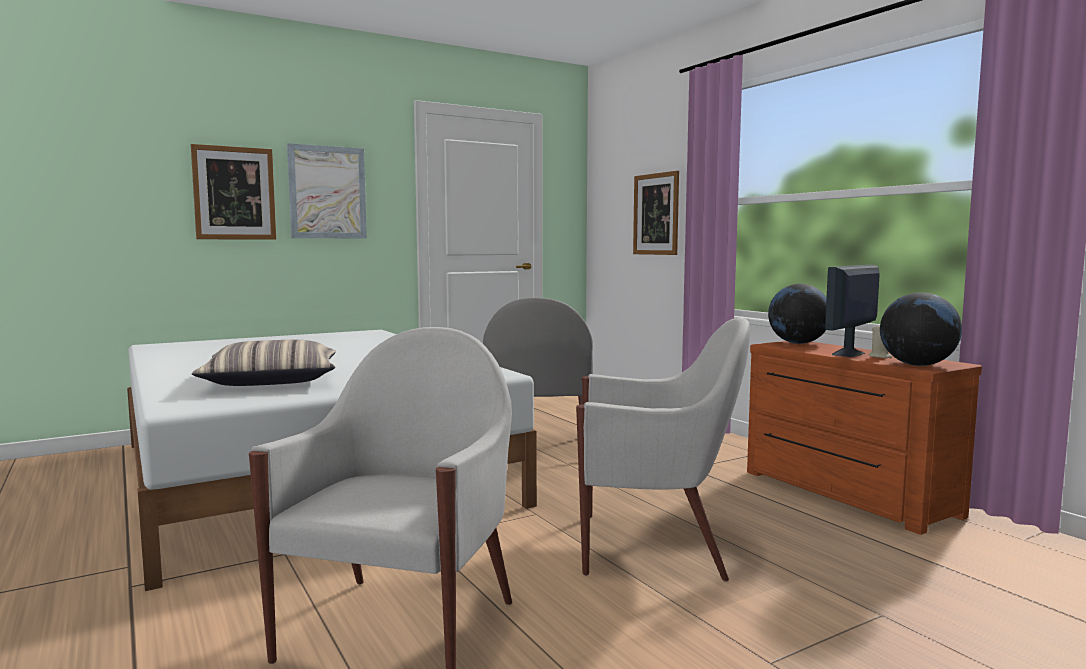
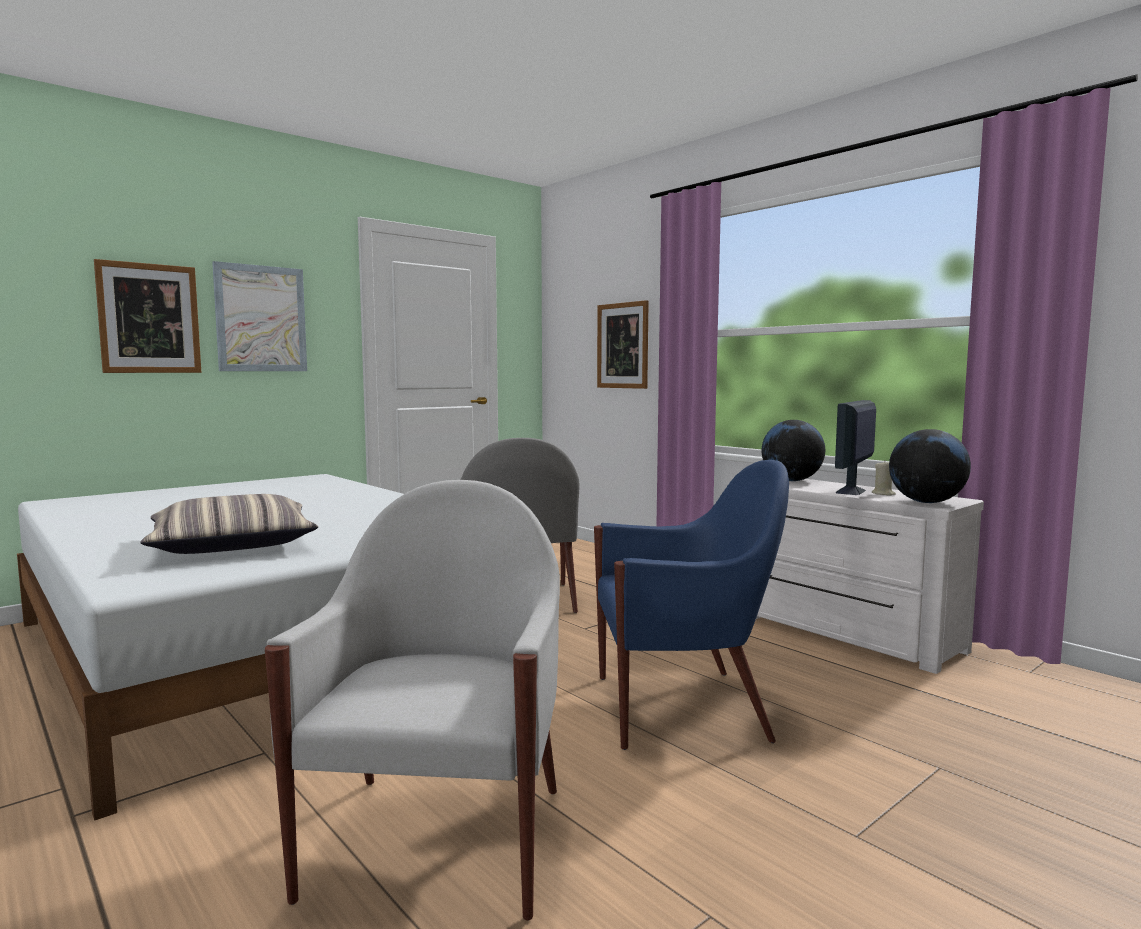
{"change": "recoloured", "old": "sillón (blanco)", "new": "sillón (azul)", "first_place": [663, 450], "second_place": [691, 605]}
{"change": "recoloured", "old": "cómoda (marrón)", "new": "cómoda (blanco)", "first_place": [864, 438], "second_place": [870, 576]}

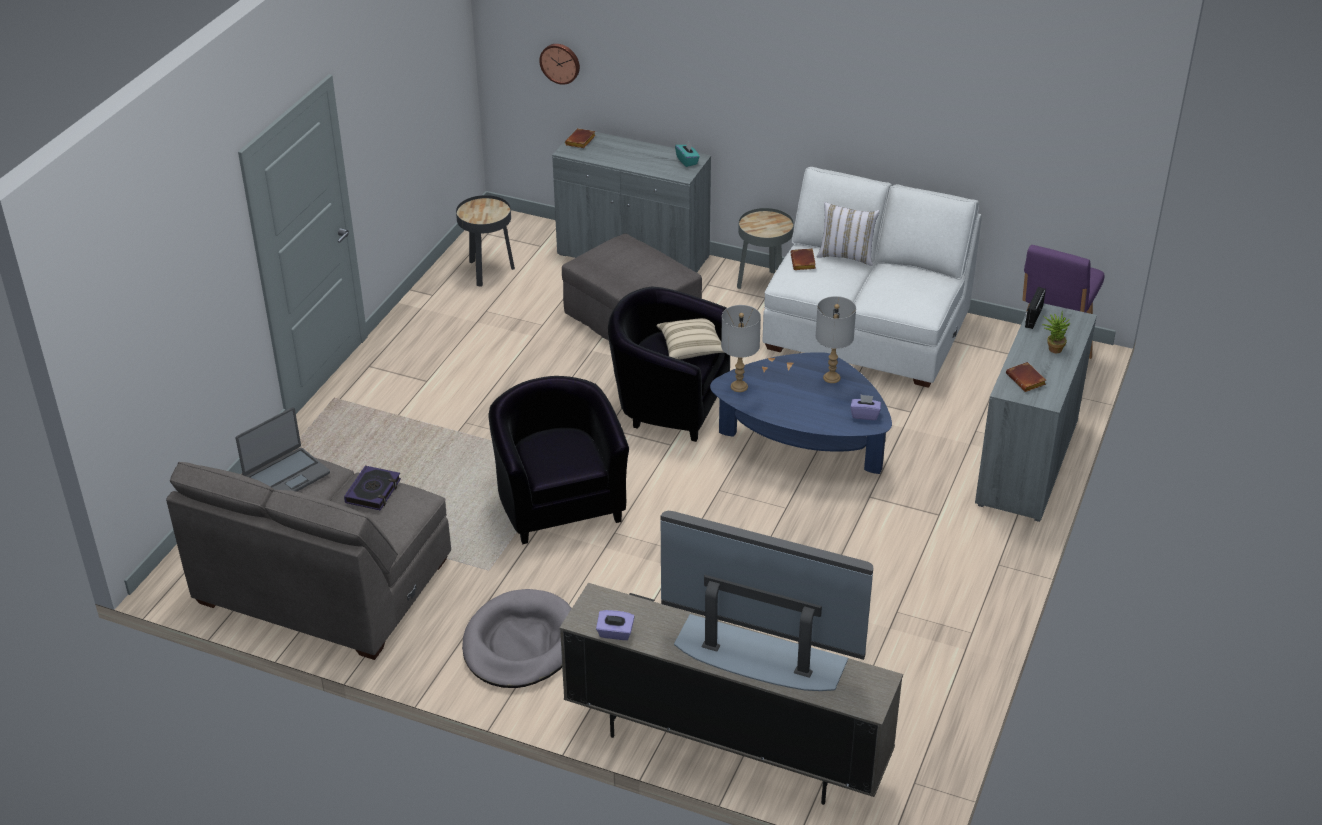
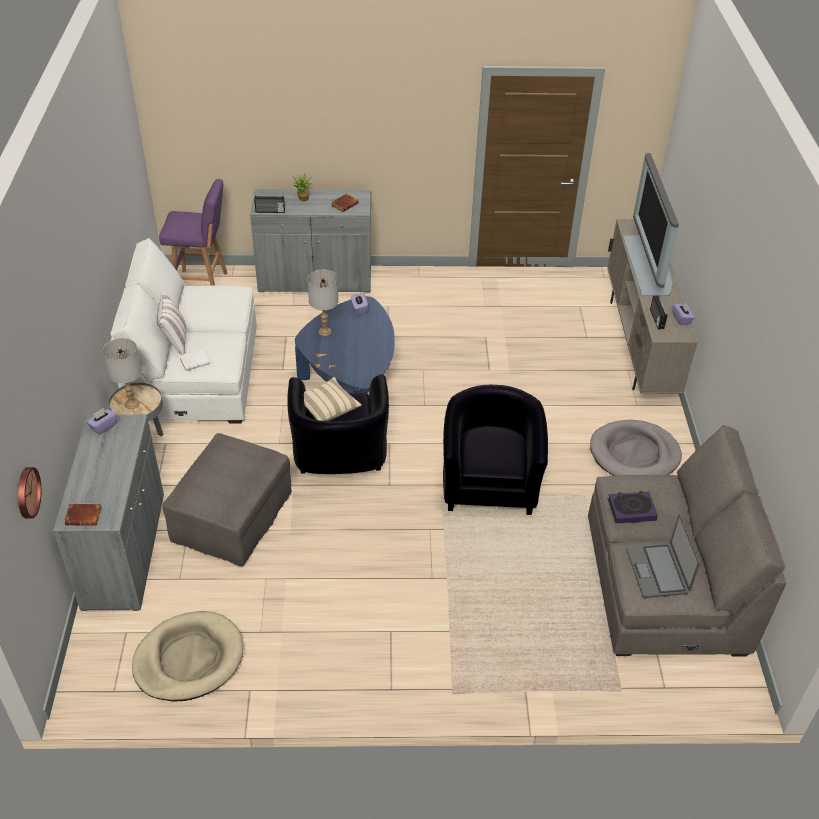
{"change": "turned", "old": "portátil", "first_place": [283, 449], "second_place": [663, 556], "degrees": -120}
{"change": "replaced", "old": "mesa auxiliar (negro)", "new": "cama para perro (beis)", "first_place": [485, 241], "second_place": [187, 656]}
{"change": "turned", "old": "sillón (negro)", "first_place": [559, 460], "second_place": [495, 450], "degrees": 135}
{"change": "recoloured", "old": "caja de pañuelos (turquesa)", "new": "caja de pañuelos (morado)", "first_place": [687, 154], "second_place": [102, 421]}
{"change": "moved", "old": "lámpara de mesa (gris)", "first_place": [741, 348], "second_place": [122, 373]}
{"change": "recoloured", "old": "libro (marrón)", "new": "libro (blanco)", "first_place": [803, 259], "second_place": [195, 360]}
{"change": "added", "new": "radio", "second_place": [659, 313]}

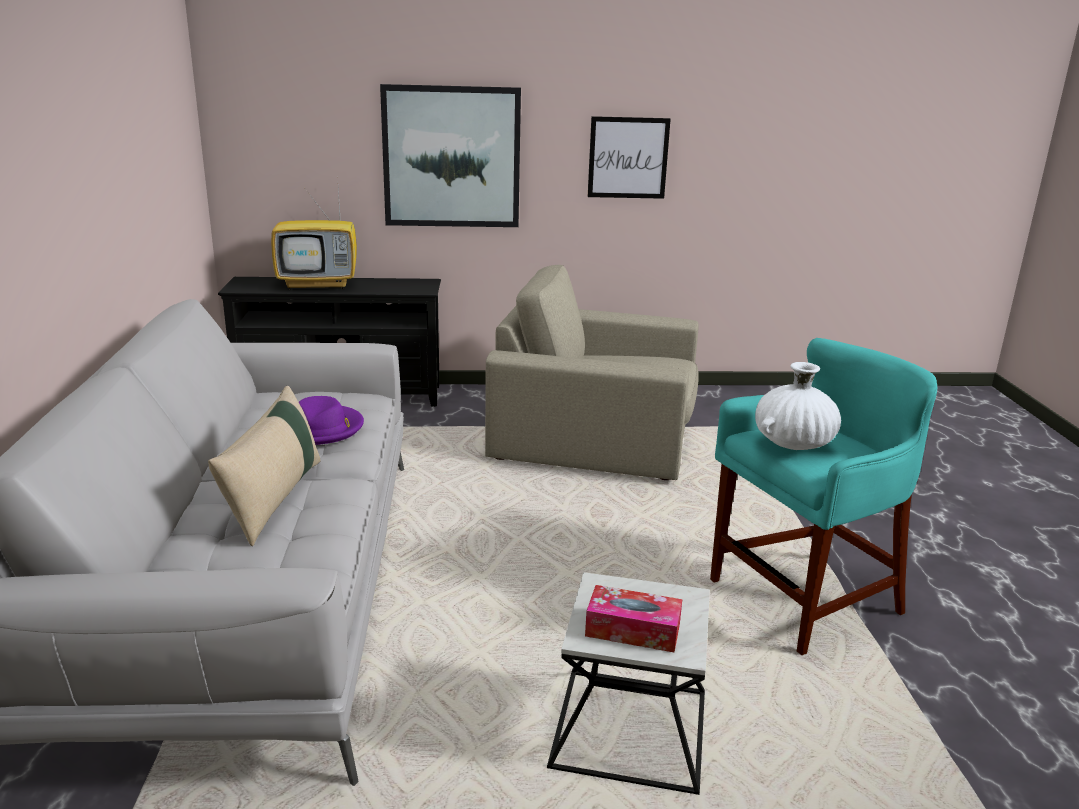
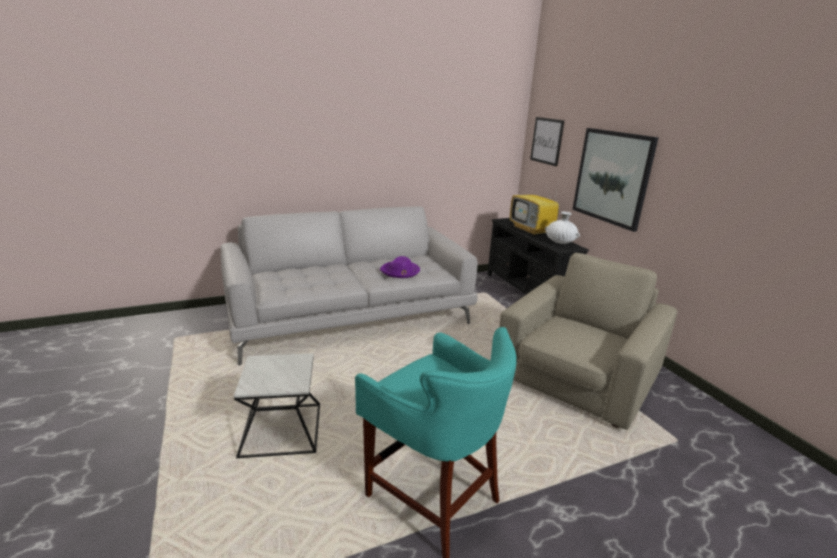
{"change": "removed", "old": "cojín (beis)", "first_place": [264, 466]}
{"change": "turned", "old": "sillón (beis)", "first_place": [592, 372], "second_place": [588, 341], "degrees": 45}
{"change": "removed", "old": "caja de pañuelos", "first_place": [633, 618]}
{"change": "moved", "old": "cuadro", "first_place": [629, 157], "second_place": [547, 141]}
{"change": "moved", "old": "florero (blanco)", "first_place": [798, 406], "second_place": [562, 228]}

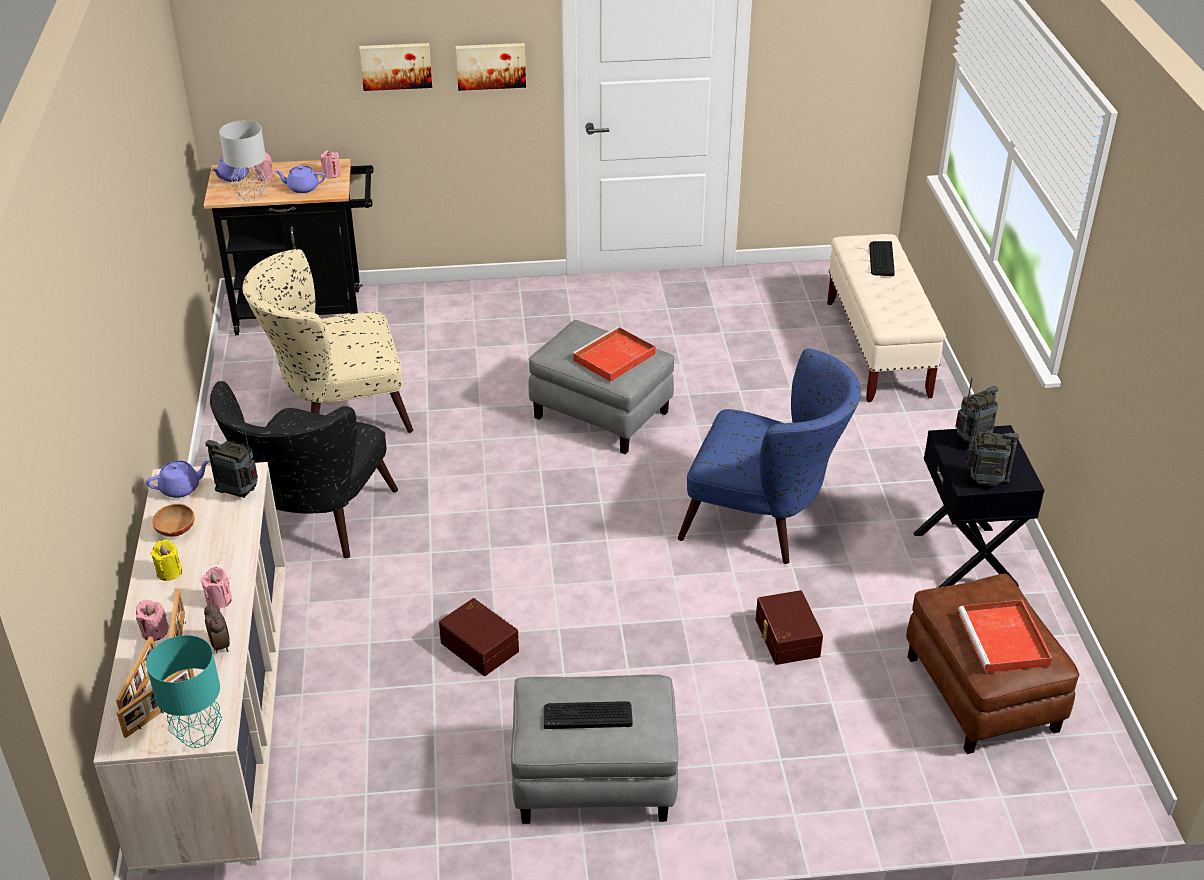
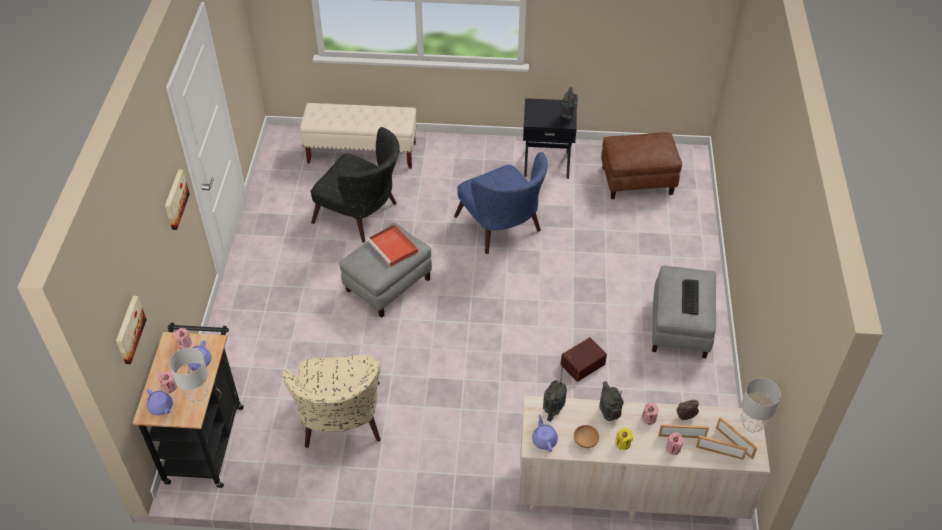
{"change": "recoloured", "old": "lámpara de mesa (turquesa)", "new": "lámpara de mesa (gris)", "first_place": [184, 691], "second_place": [760, 405]}
{"change": "moved", "old": "sillón (negro)", "first_place": [304, 469], "second_place": [355, 185]}
{"change": "moved", "old": "cuadro", "first_place": [395, 67], "second_place": [131, 330]}
{"change": "turned", "old": "sillón (azul)", "first_place": [769, 456], "second_place": [501, 203], "degrees": 120}
{"change": "removed", "old": "caja de almacenaje (marrón)", "first_place": [789, 627]}
{"change": "removed", "old": "teclado", "first_place": [882, 258]}
{"change": "moved", "old": "radio", "first_place": [976, 412], "second_place": [611, 401]}
{"change": "removed", "old": "bandeja (rojo)", "first_place": [1005, 636]}

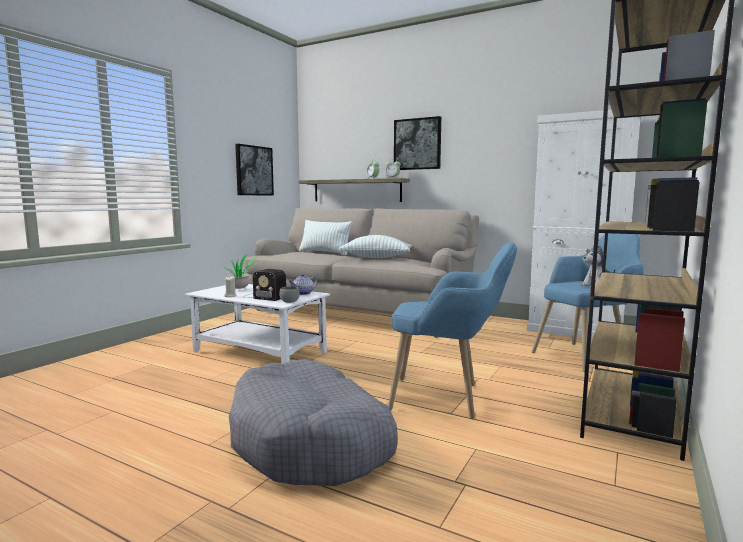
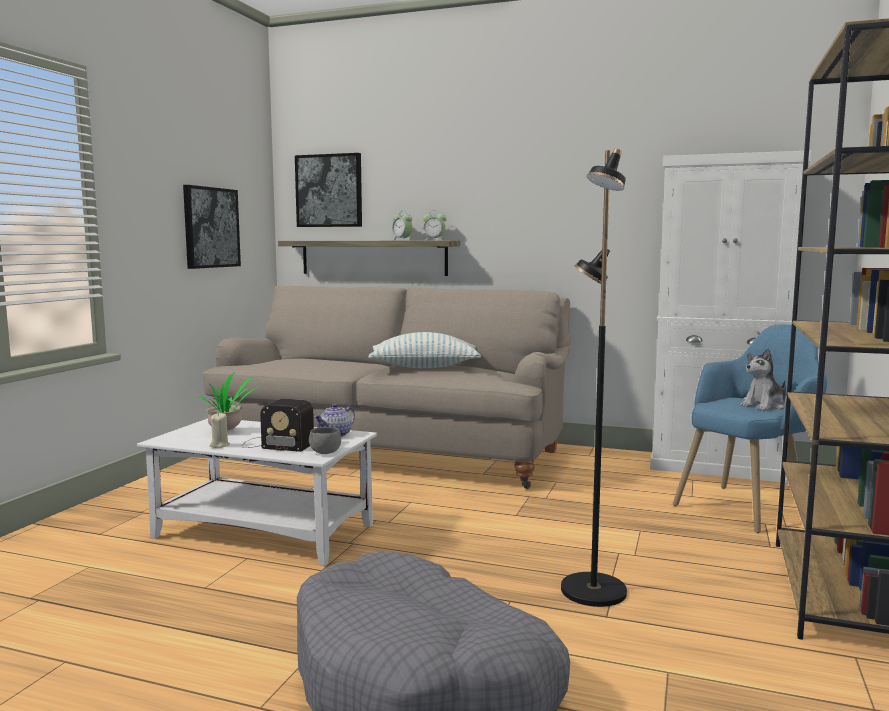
{"change": "removed", "old": "cojín", "first_place": [326, 237]}
{"change": "replaced", "old": "sillón (azul)", "new": "lámpara de pie (negro)", "first_place": [452, 330], "second_place": [594, 377]}
{"change": "moved", "old": "cuadro", "first_place": [417, 143], "second_place": [328, 190]}

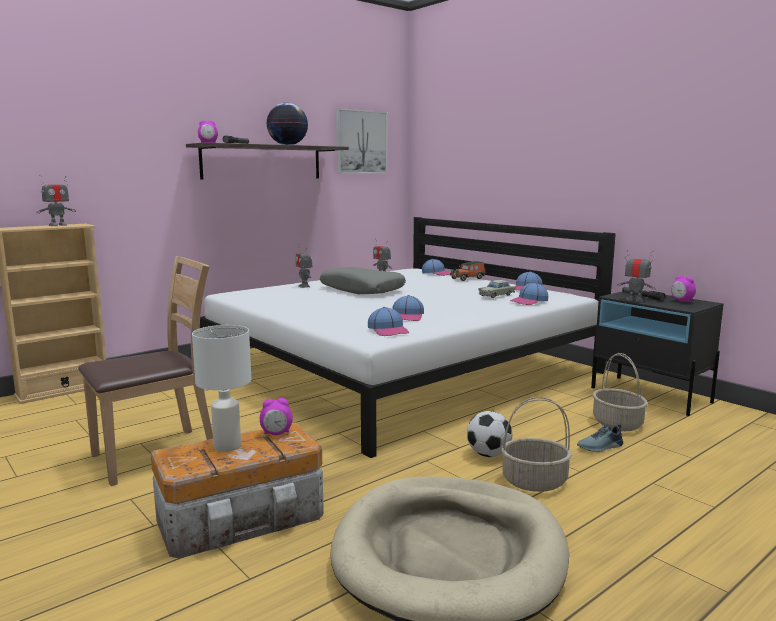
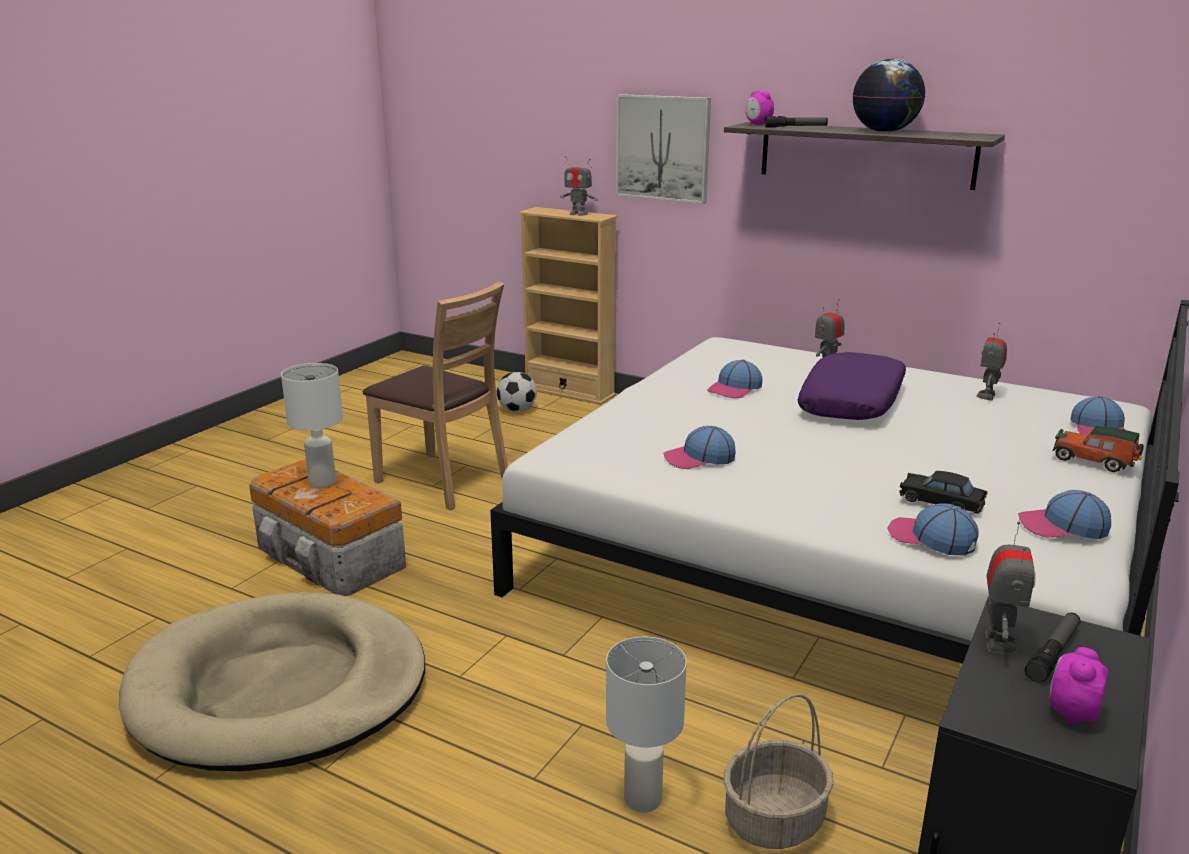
{"change": "removed", "old": "despertador", "first_place": [276, 416]}
{"change": "recoloured", "old": "cojín (gris)", "new": "cojín (morado)", "first_place": [363, 280], "second_place": [852, 386]}
{"change": "moved", "old": "cuadro", "first_place": [362, 141], "second_place": [663, 149]}
{"change": "moved", "old": "gorra", "first_place": [388, 321], "second_place": [735, 379]}
{"change": "moved", "old": "balón de fútbol", "first_place": [489, 434], "second_place": [517, 392]}
{"change": "recoloured", "old": "coche de juguete (beis)", "new": "coche de juguete (negro)", "first_place": [496, 289], "second_place": [943, 492]}
{"change": "removed", "old": "cesta", "first_place": [536, 444]}
{"change": "replaced", "old": "zapato", "new": "lámpara de mesa (blanco)", "first_place": [600, 438], "second_place": [646, 724]}

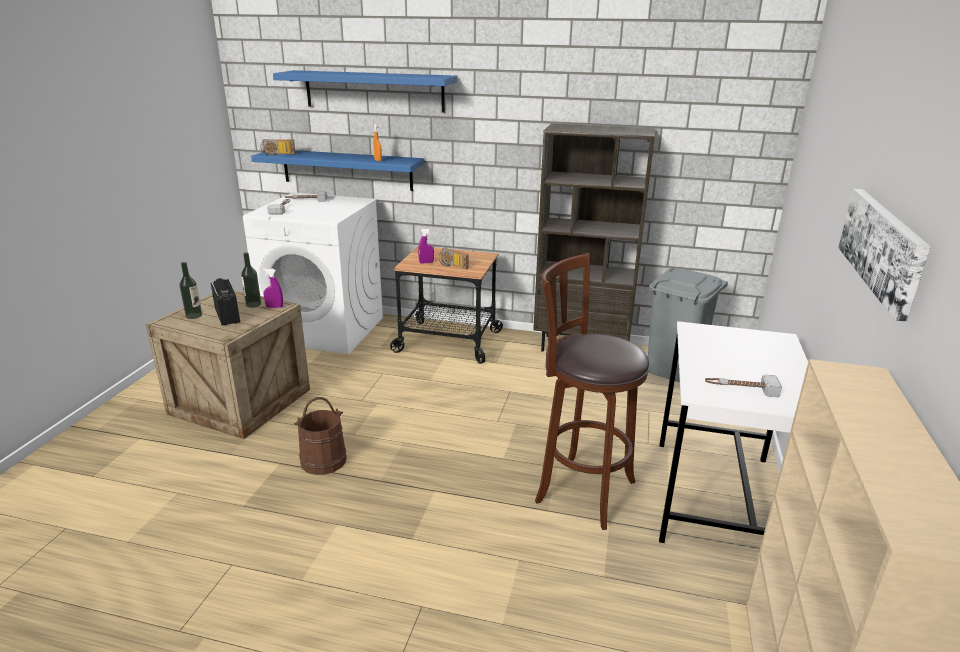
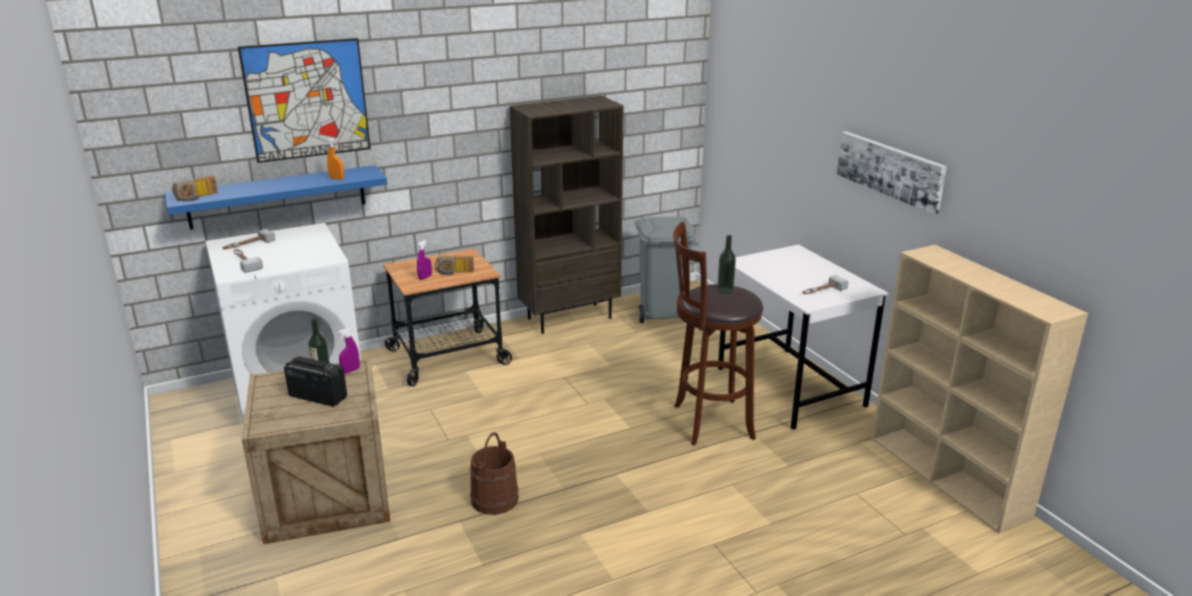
{"change": "moved", "old": "botella", "first_place": [191, 290], "second_place": [726, 264]}
{"change": "replaced", "old": "estante (azul)", "new": "cuadro", "first_place": [365, 91], "second_place": [304, 100]}

